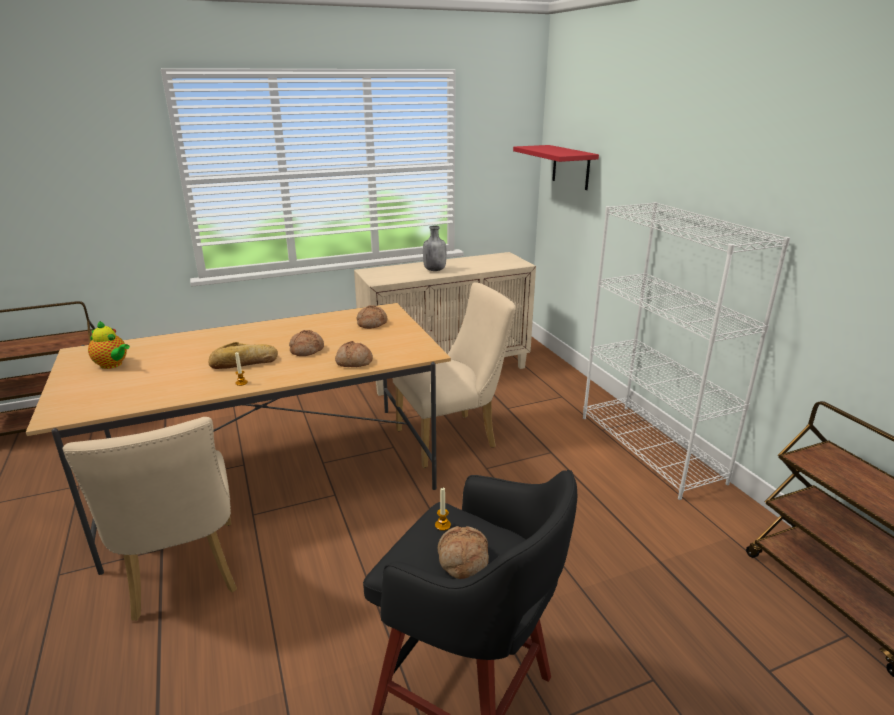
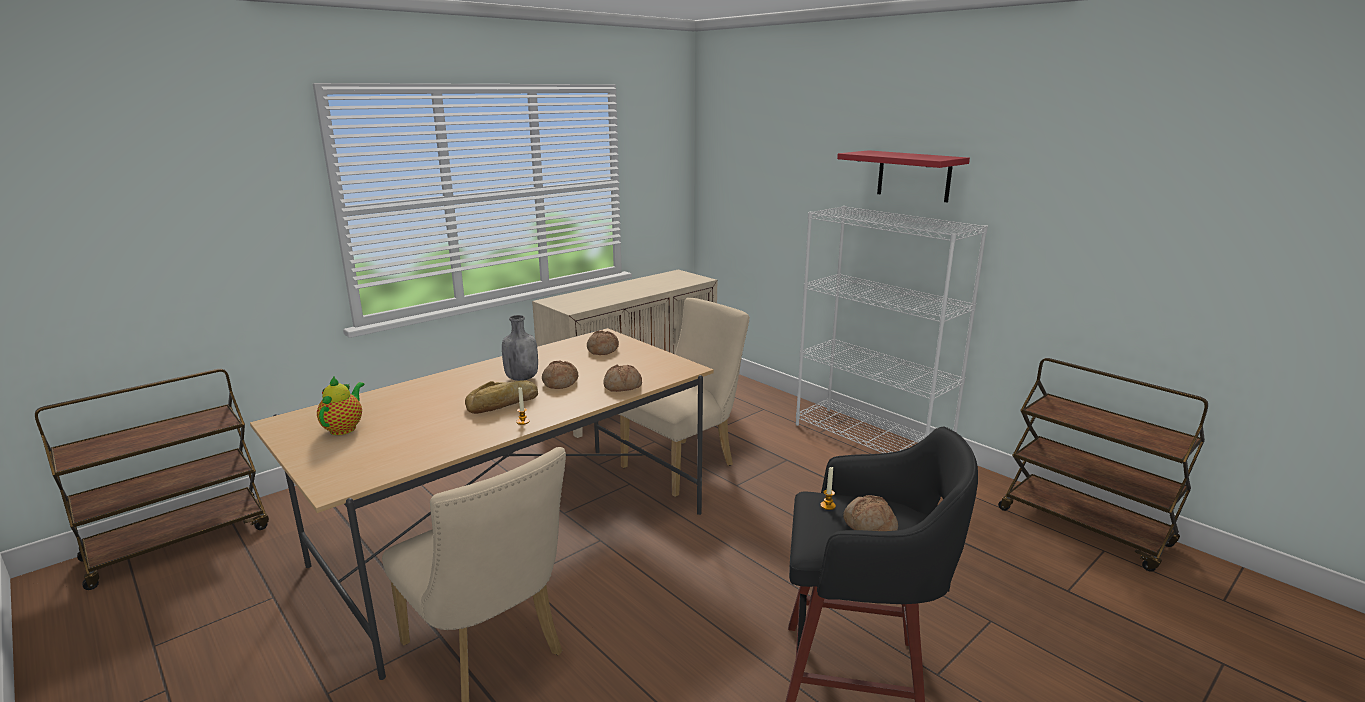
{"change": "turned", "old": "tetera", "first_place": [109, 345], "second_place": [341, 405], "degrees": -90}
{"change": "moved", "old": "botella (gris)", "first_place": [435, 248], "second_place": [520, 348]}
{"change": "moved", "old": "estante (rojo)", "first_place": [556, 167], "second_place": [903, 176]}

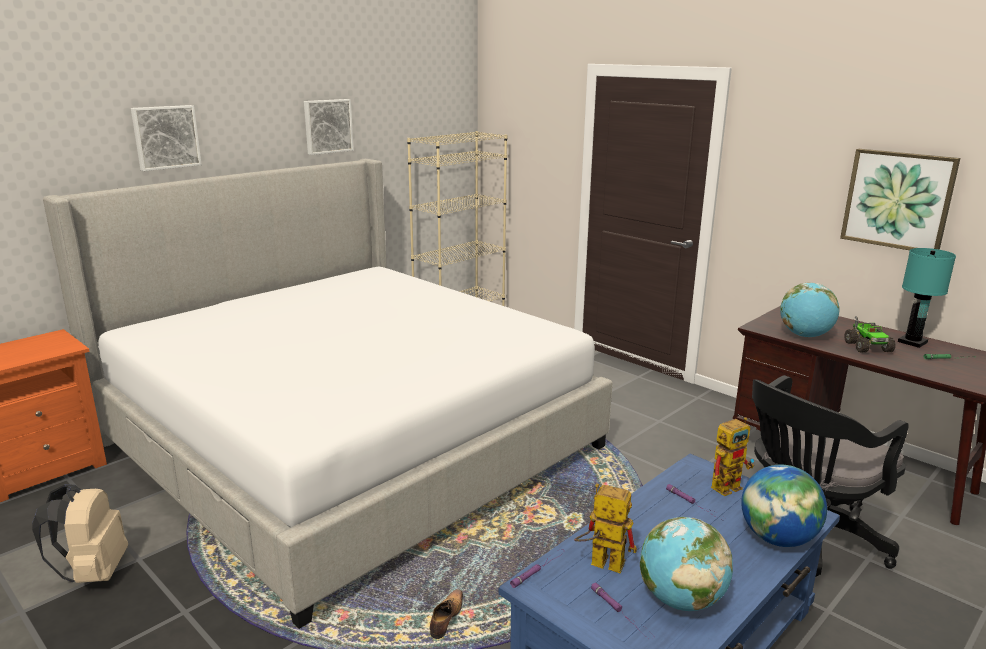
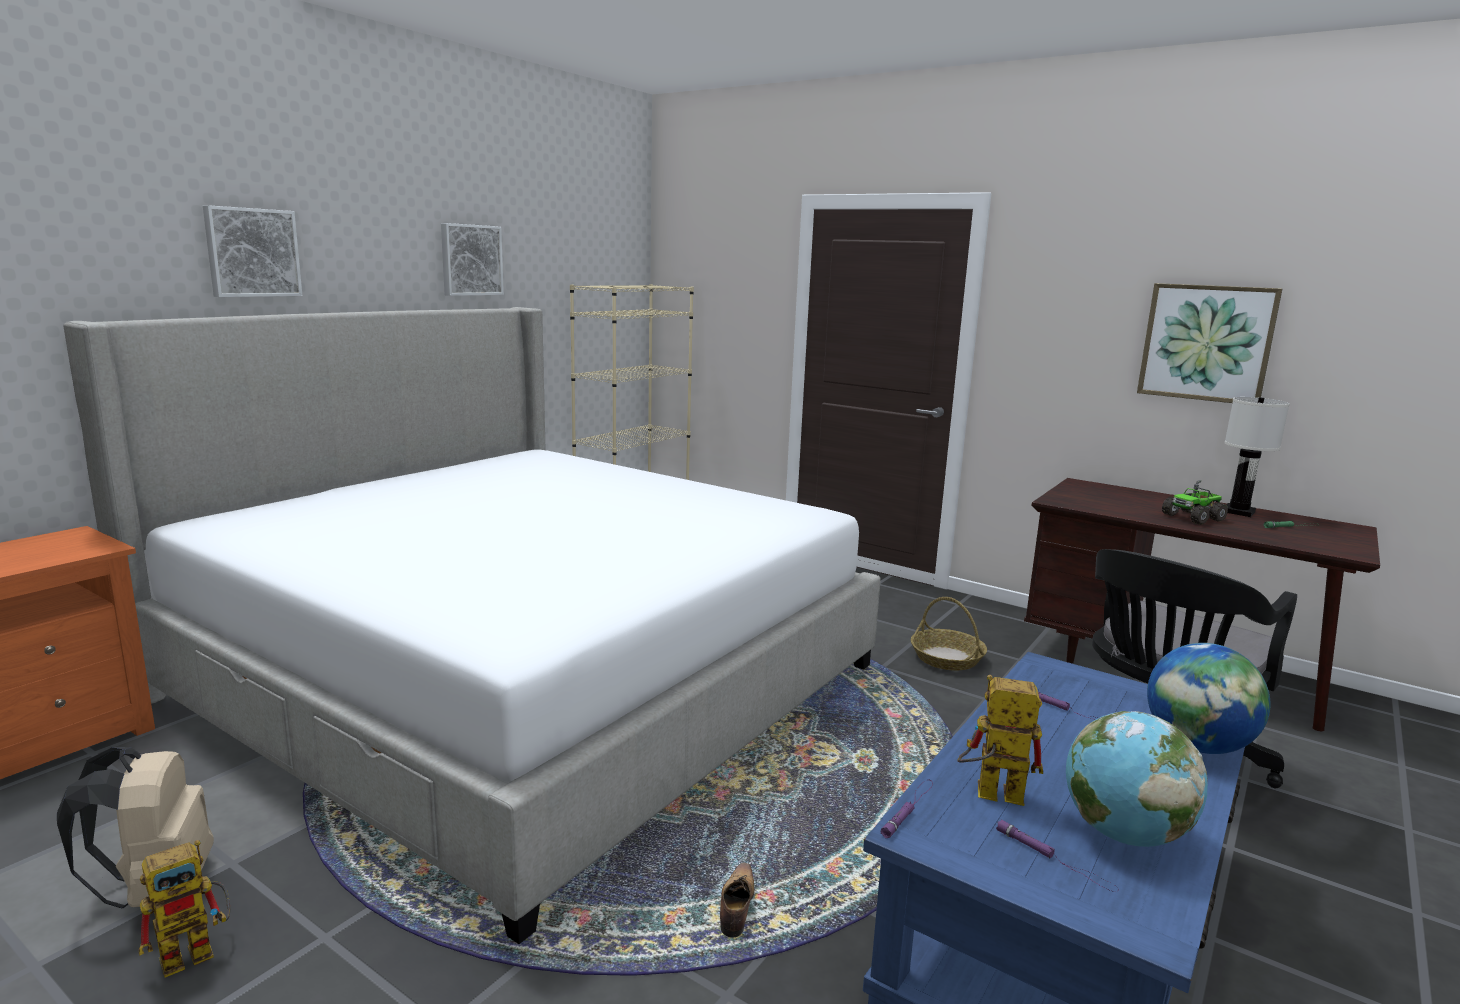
{"change": "moved", "old": "robot de juguete", "first_place": [732, 456], "second_place": [184, 909]}
{"change": "removed", "old": "globo terráqueo", "first_place": [810, 310]}
{"change": "turned", "old": "camión de juguete", "first_place": [870, 334], "second_place": [1195, 502], "degrees": 75}
{"change": "recoloured", "old": "lámpara de mesa (turquesa)", "new": "lámpara de mesa (blanco)", "first_place": [927, 298], "second_place": [1257, 457]}
{"change": "added", "new": "cesta", "second_place": [949, 634]}

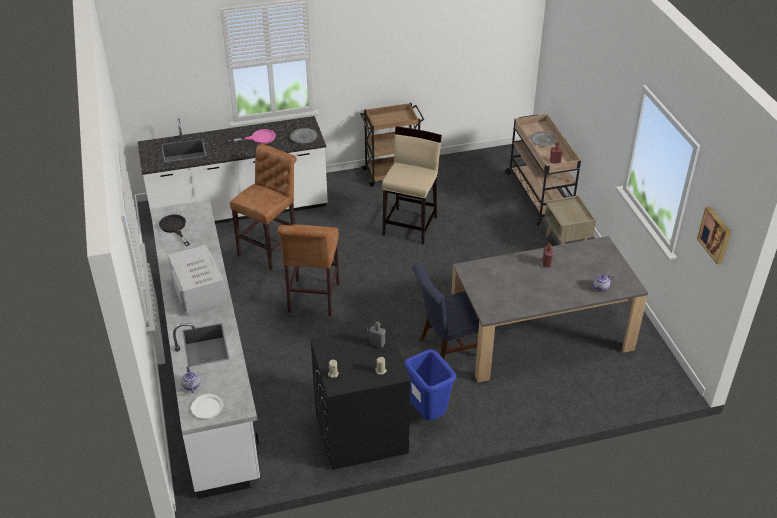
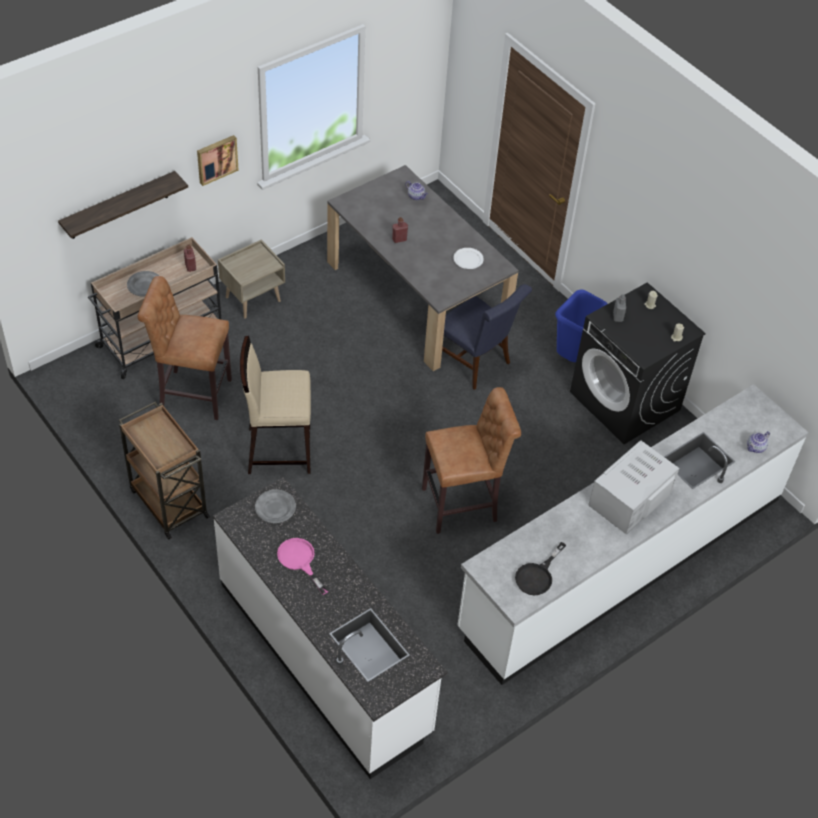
{"change": "moved", "old": "plato (blanco)", "first_place": [207, 406], "second_place": [468, 258]}
{"change": "moved", "old": "taburete (marrón)", "first_place": [263, 207], "second_place": [185, 348]}
{"change": "moved", "old": "cuadro", "first_place": [714, 235], "second_place": [218, 160]}
{"change": "added", "new": "estante", "second_place": [123, 205]}

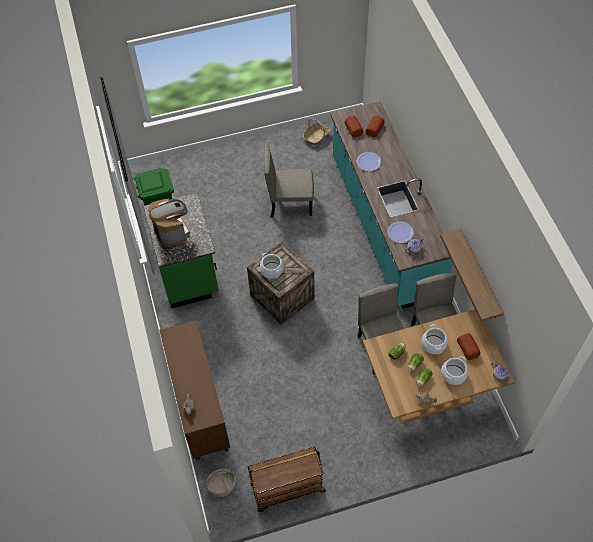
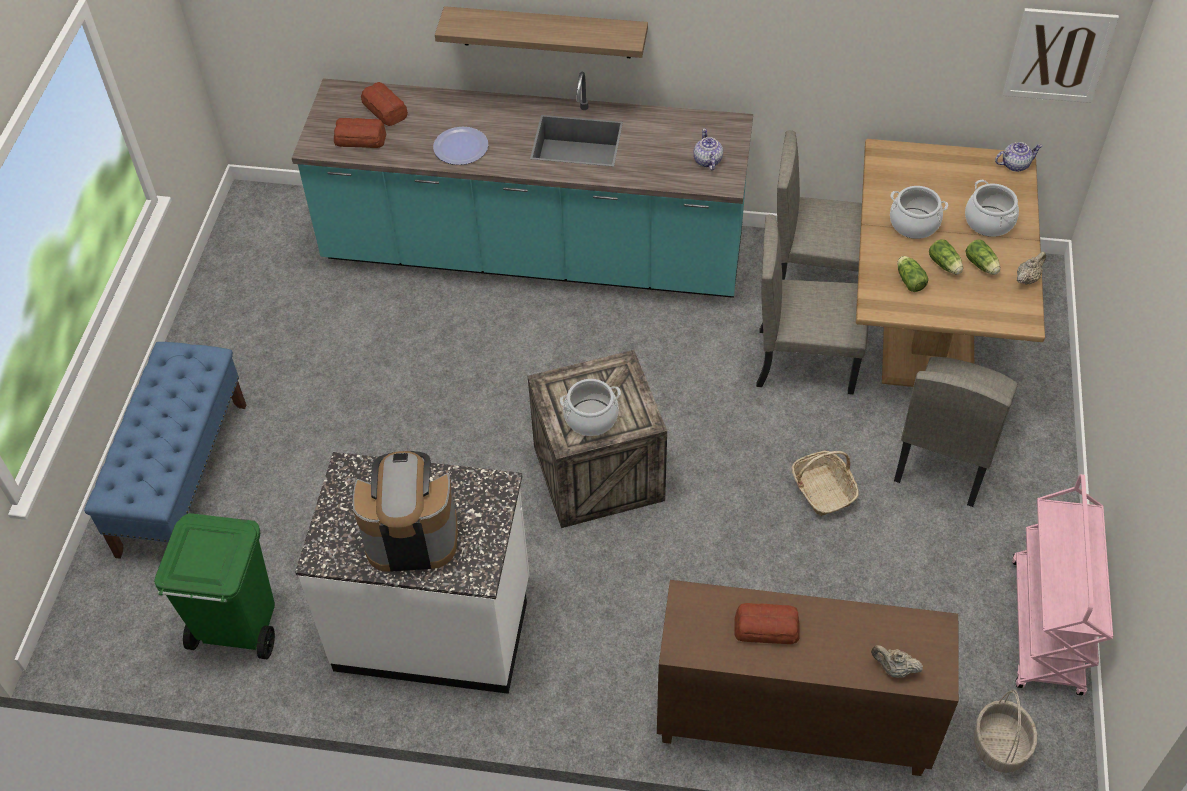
{"change": "recoloured", "old": "mueble bajo de cocina (verde)", "new": "mueble bajo de cocina (blanco)", "first_place": [181, 250], "second_place": [412, 573]}
{"change": "recoloured", "old": "carrito (marrón)", "new": "carrito (rosa)", "first_place": [287, 479], "second_place": [1062, 584]}
{"change": "moved", "old": "silla (beis)", "first_place": [289, 181], "second_place": [956, 432]}
{"change": "moved", "old": "cesta", "first_place": [317, 132], "second_place": [825, 483]}
{"change": "removed", "old": "plato", "first_place": [401, 232]}
{"change": "moved", "old": "estante", "first_place": [472, 275], "second_place": [541, 32]}
{"change": "moved", "old": "pan", "first_place": [468, 346], "second_place": [767, 623]}
{"change": "added", "new": "banco (azul)", "second_place": [165, 450]}
{"change": "added", "new": "cuadro", "second_place": [1061, 55]}

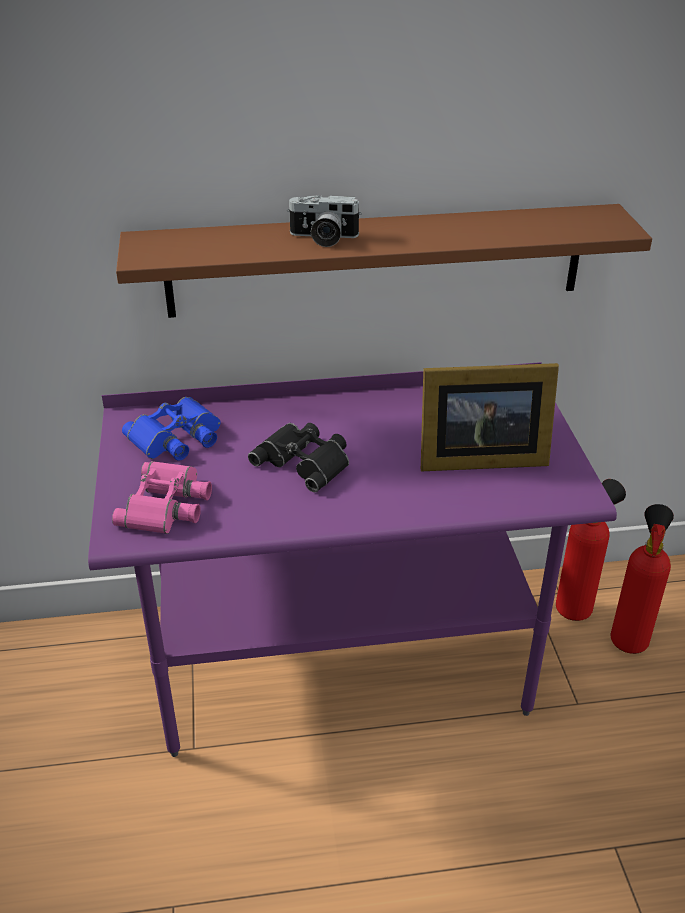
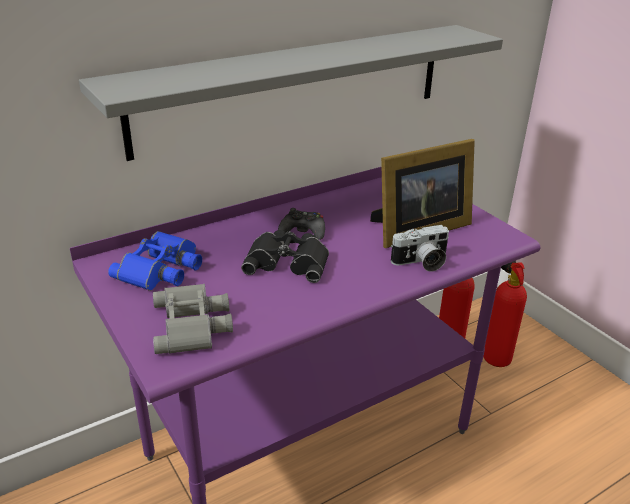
{"change": "recoloured", "old": "prismáticos (rosa)", "new": "prismáticos (gris)", "first_place": [162, 497], "second_place": [193, 319]}
{"change": "recoloured", "old": "estante (marrón)", "new": "estante (gris)", "first_place": [384, 261], "second_place": [291, 93]}
{"change": "moved", "old": "cámara", "first_place": [324, 221], "second_place": [419, 248]}
{"change": "added", "new": "mando de consola (negro)", "second_place": [301, 224]}

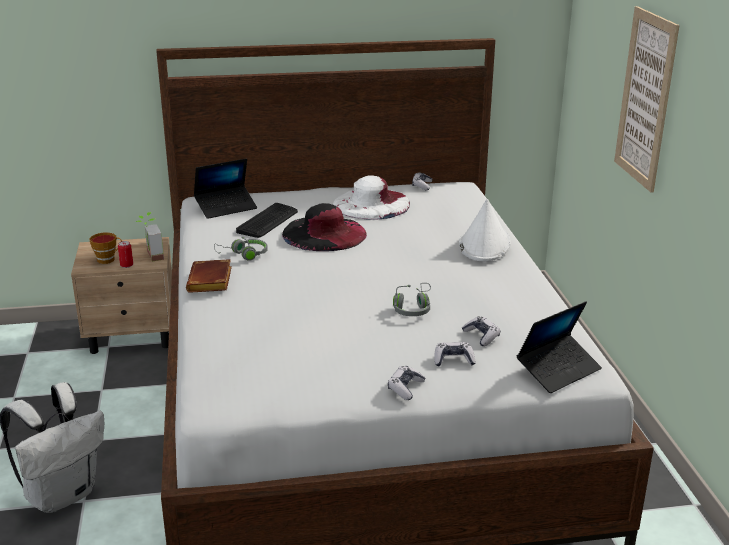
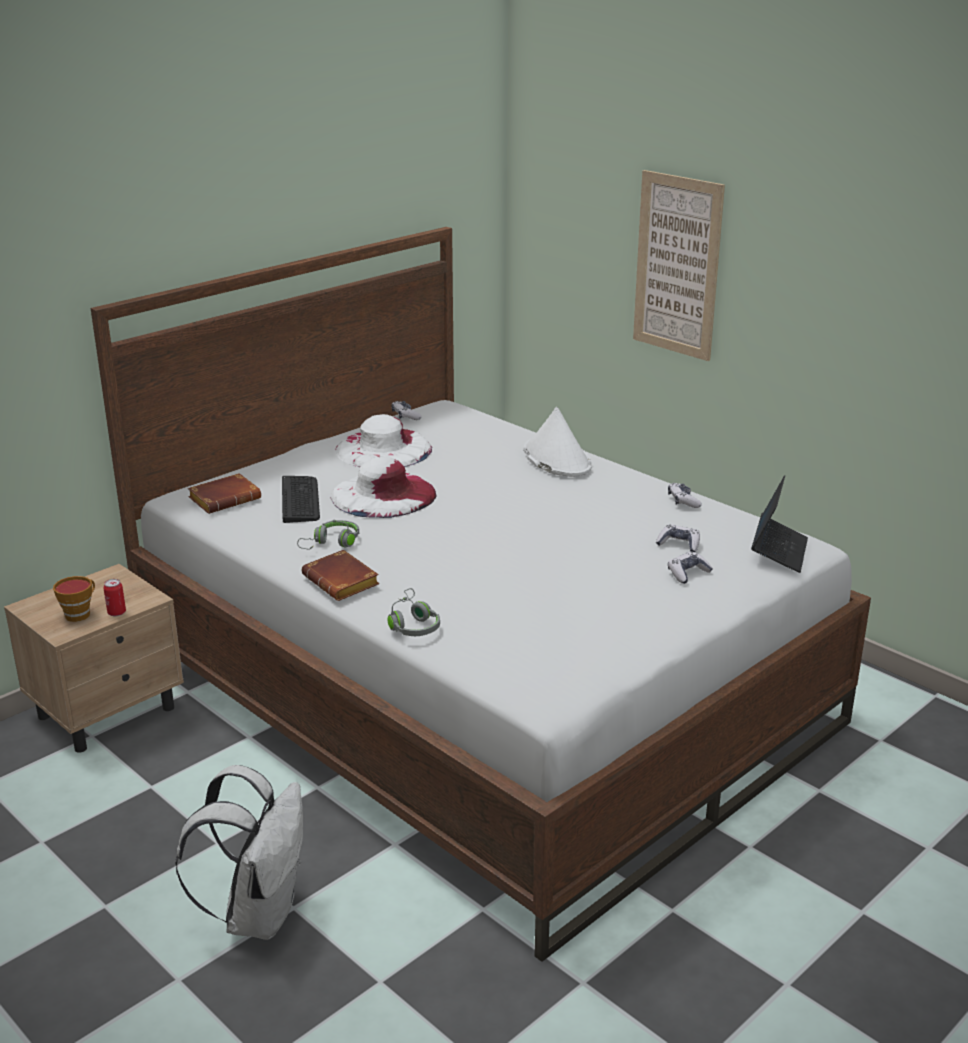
{"change": "removed", "old": "planta en maceta", "first_place": [150, 236]}
{"change": "replaced", "old": "portátil", "new": "libro (marrón)", "first_place": [225, 189], "second_place": [224, 493]}
{"change": "recoloured", "old": "sombrero (negro)", "new": "sombrero (blanco)", "first_place": [324, 227], "second_place": [383, 487]}
{"change": "moved", "old": "mando de consola", "first_place": [406, 383], "second_place": [685, 495]}
{"change": "moved", "old": "auriculares (gris)", "first_place": [412, 299], "second_place": [414, 612]}

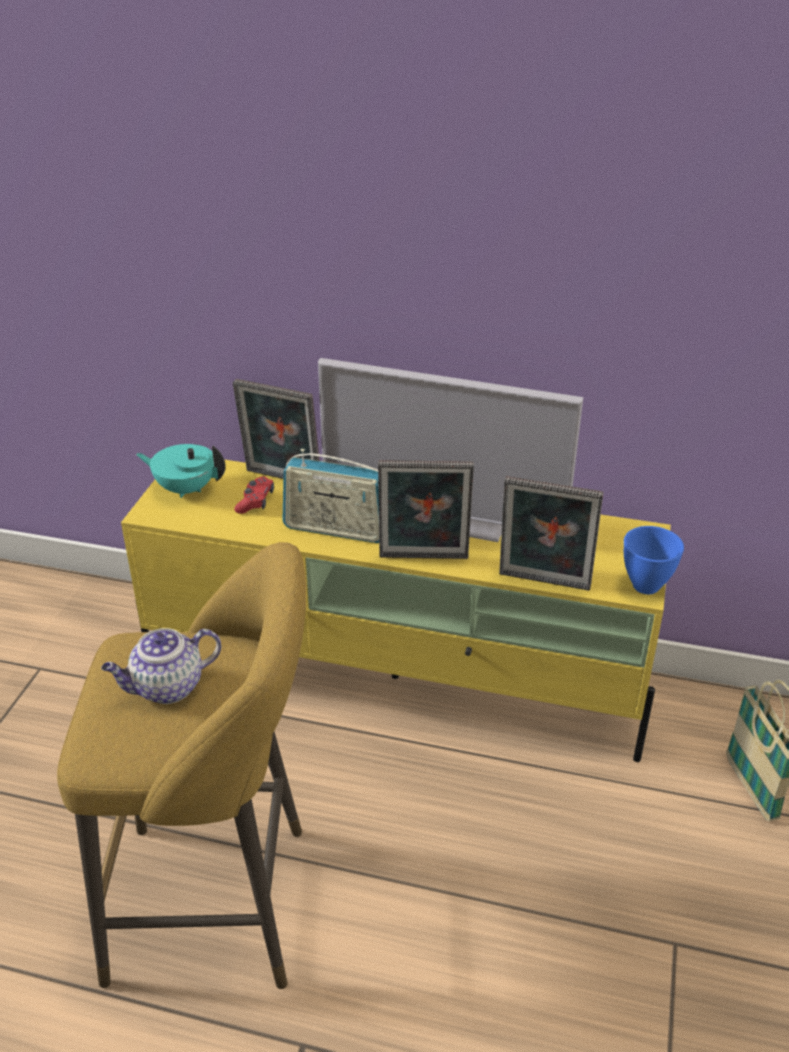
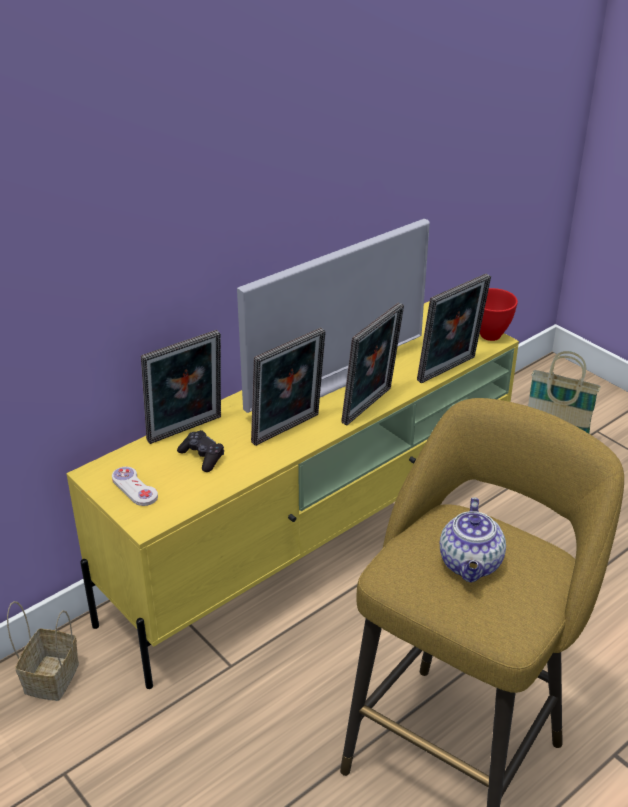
{"change": "replaced", "old": "tetera (turquesa)", "new": "mando de consola (blanco)", "first_place": [181, 471], "second_place": [135, 486]}
{"change": "recoloured", "old": "mando de consola (rojo)", "new": "mando de consola (negro)", "first_place": [254, 495], "second_place": [200, 451]}
{"change": "replaced", "old": "radio", "new": "portarretratos", "first_place": [331, 496], "second_place": [288, 386]}
{"change": "recoloured", "old": "cuenco (azul)", "new": "cuenco (rojo)", "first_place": [654, 560], "second_place": [499, 314]}
{"change": "added", "new": "cesta", "second_place": [43, 651]}

